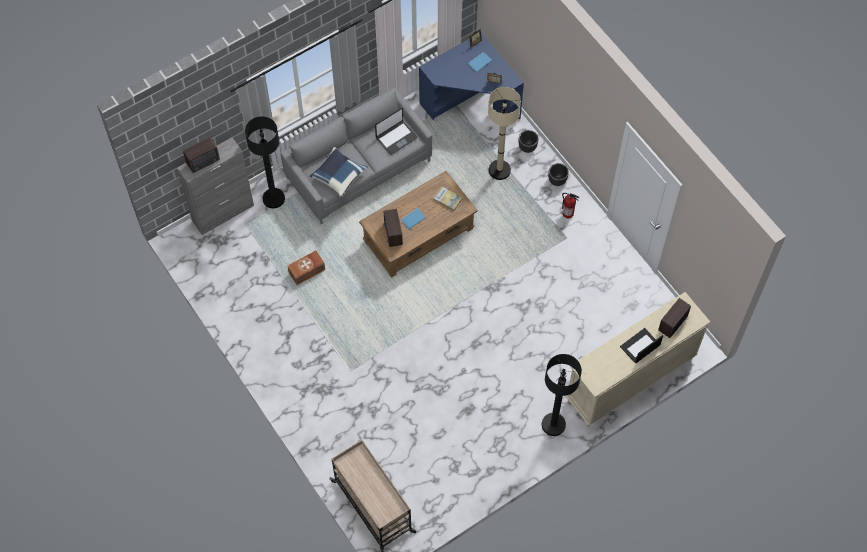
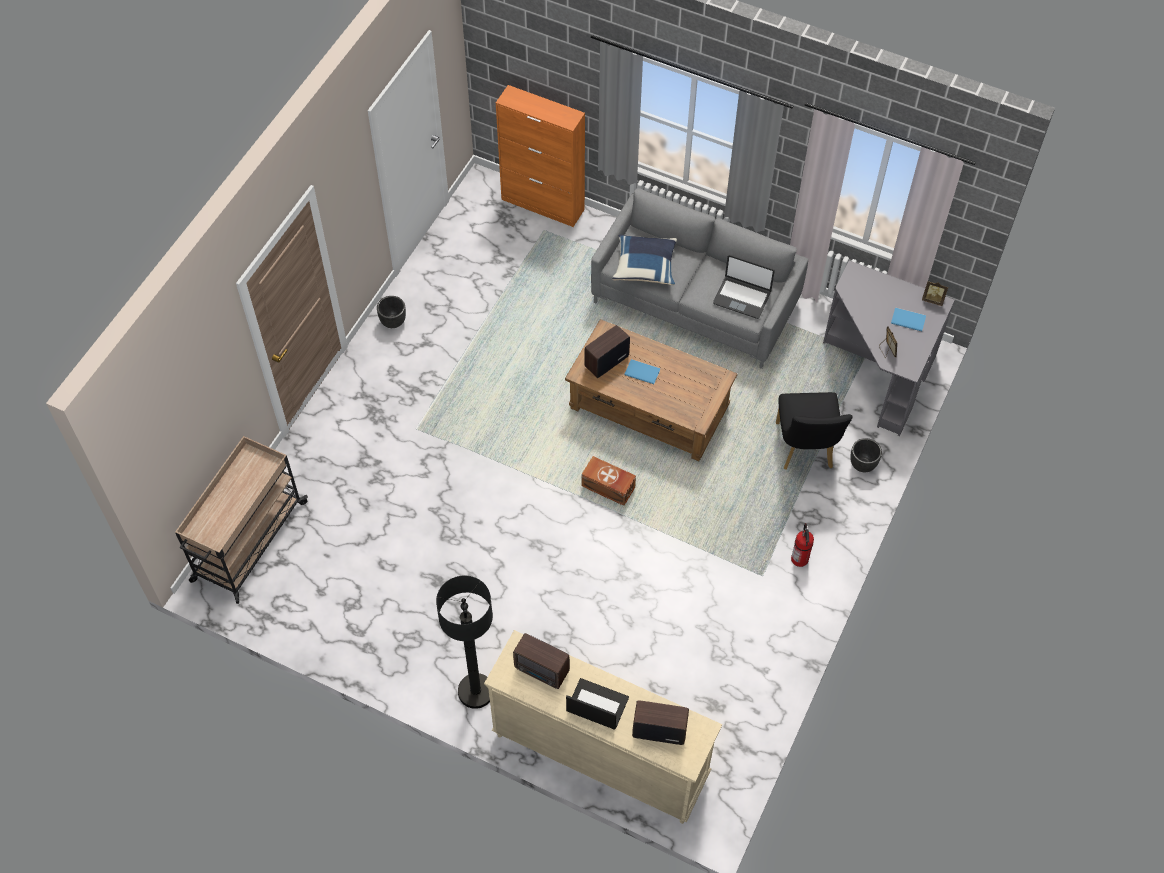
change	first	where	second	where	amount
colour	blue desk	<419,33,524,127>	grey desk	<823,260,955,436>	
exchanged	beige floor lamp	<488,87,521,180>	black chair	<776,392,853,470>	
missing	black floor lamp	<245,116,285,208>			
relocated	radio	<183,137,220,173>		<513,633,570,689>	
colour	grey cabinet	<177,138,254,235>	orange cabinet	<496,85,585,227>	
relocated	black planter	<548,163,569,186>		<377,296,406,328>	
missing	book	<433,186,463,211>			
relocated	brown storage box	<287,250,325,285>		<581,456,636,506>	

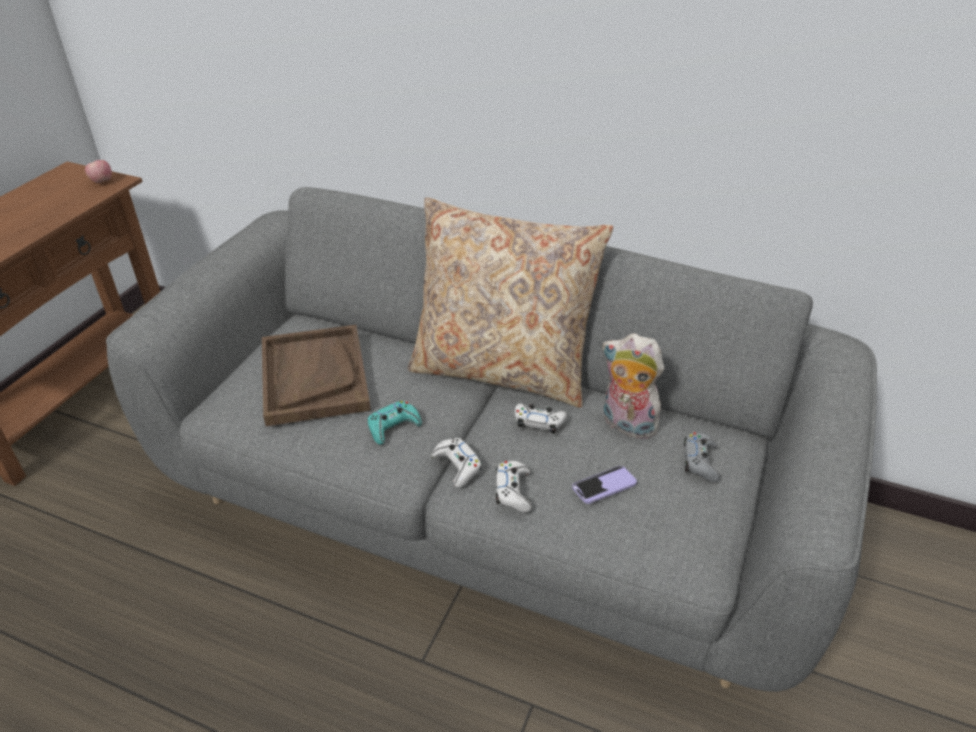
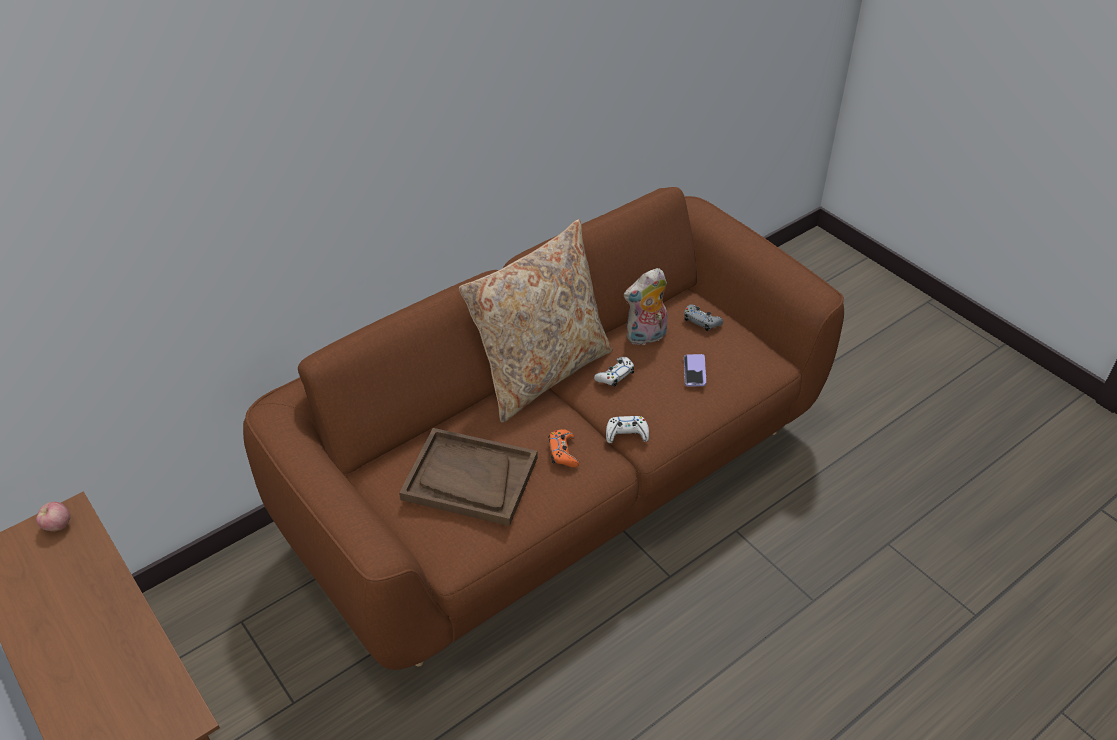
change	first	where	second	where	amount
colour	grey sofa	<106,187,877,692>	brown sofa	<243,187,844,670>	
colour	turquoise game controller	<368,401,422,445>	orange game controller	<549,429,579,467>	
missing	white game controller	<496,461,532,512>			

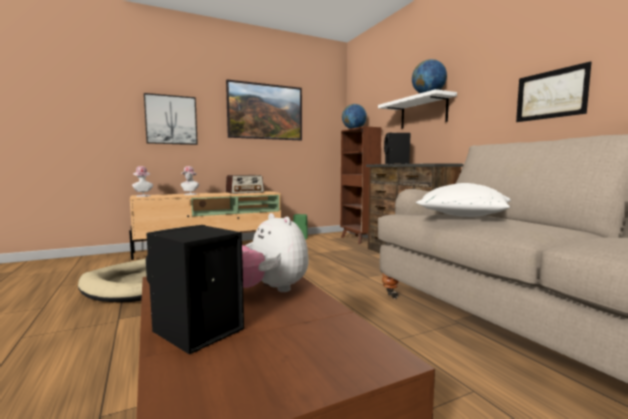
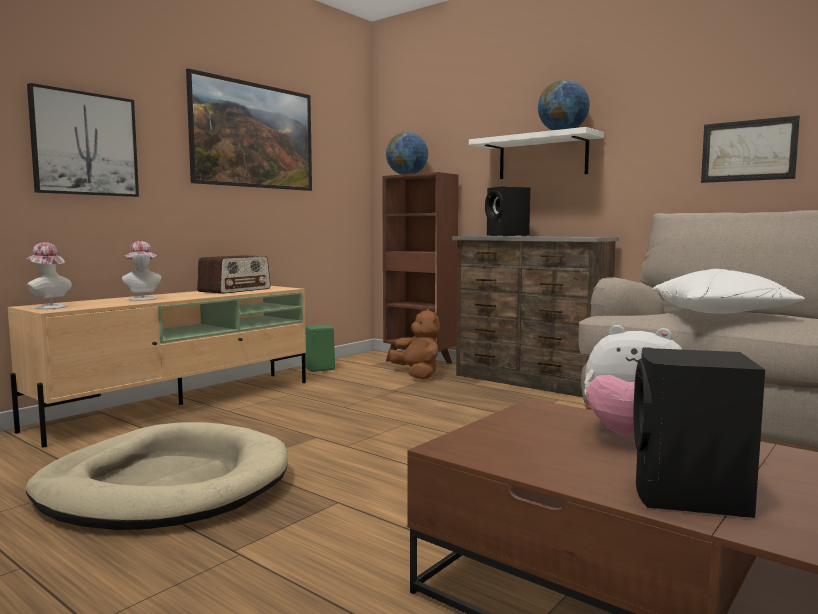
change	first	where	second	where	amount
appeared			brown plush toy	<388,309,440,379>	

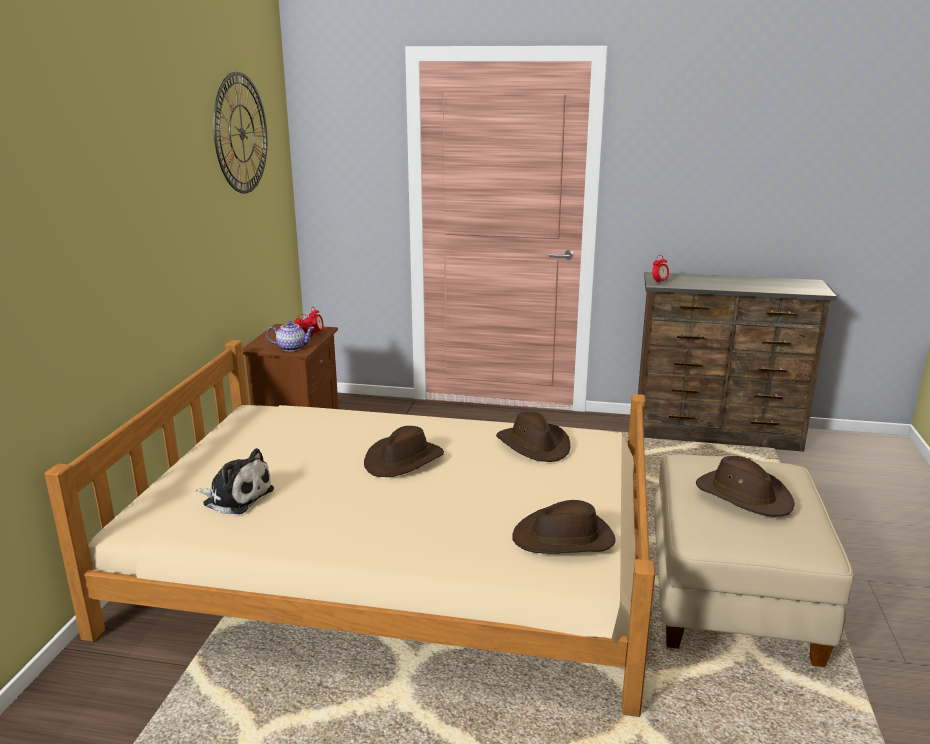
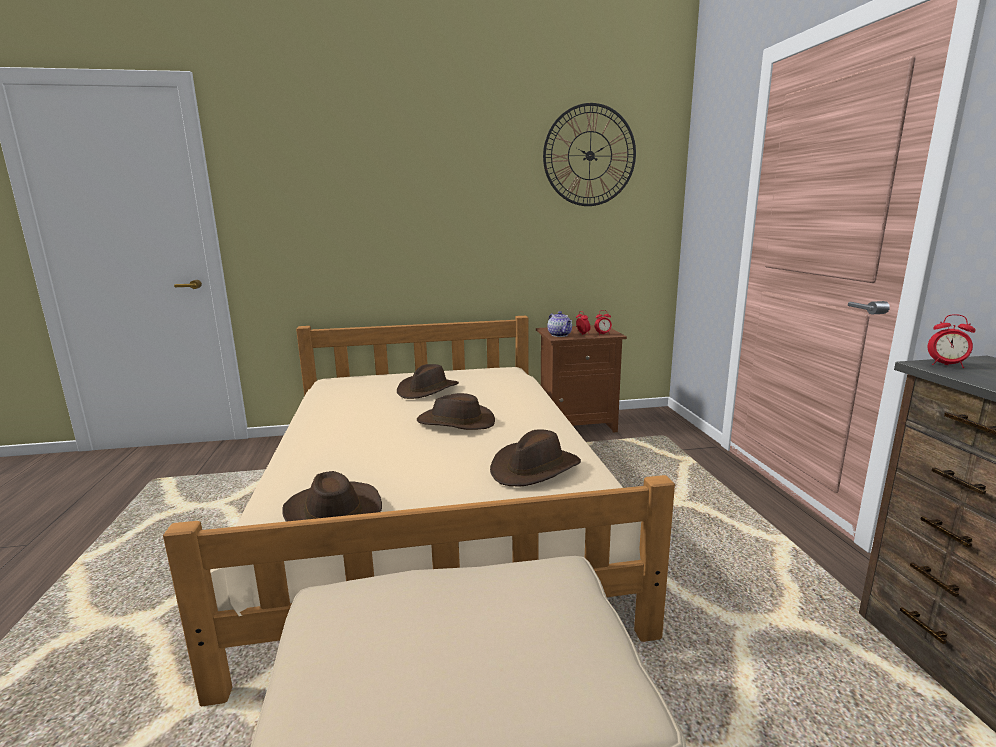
change	first	where	second	where	amount
missing	plush toy	<195,448,274,514>			
relocated	brown hat	<696,456,795,517>		<397,364,459,399>	

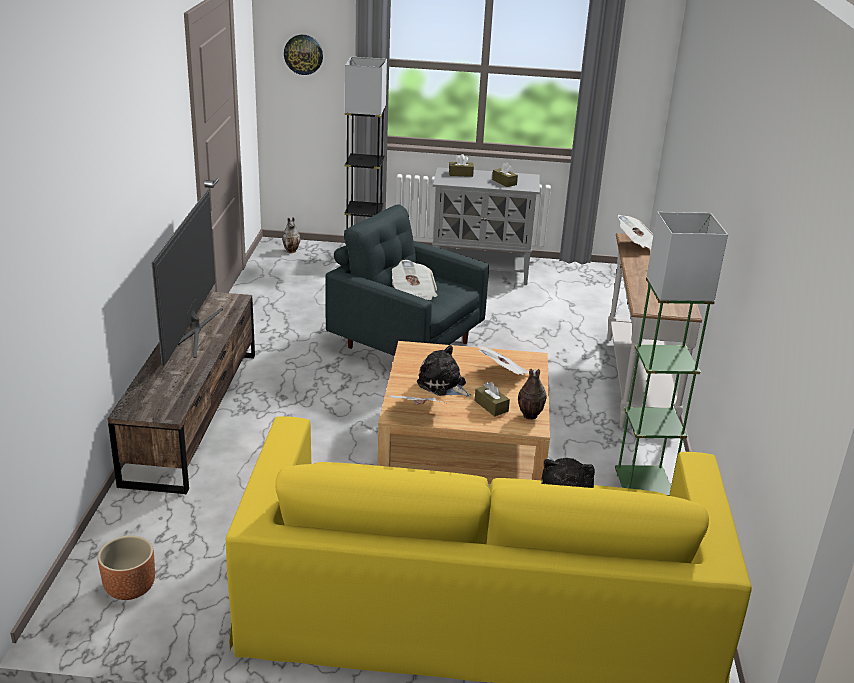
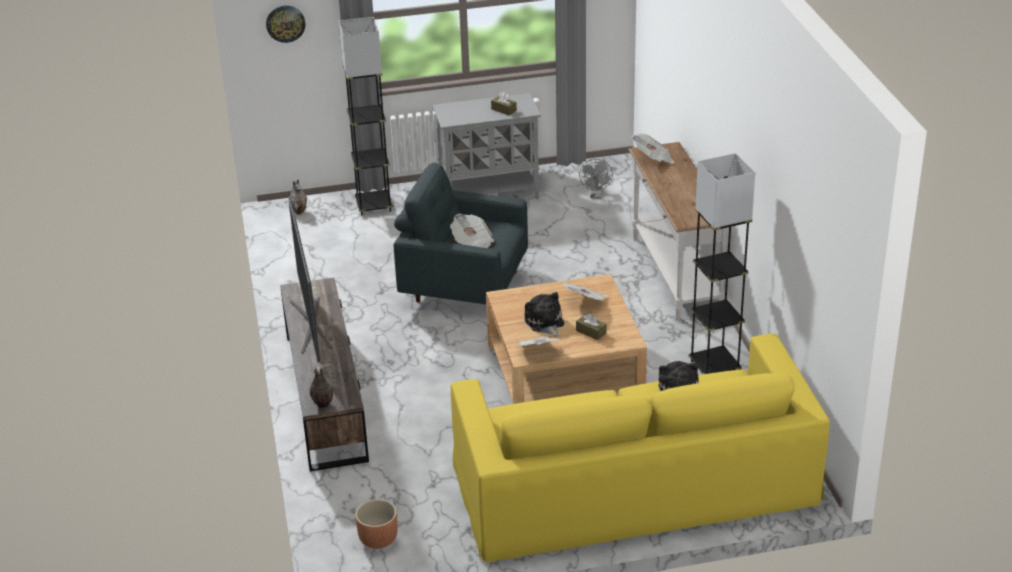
change	first	where	second	where	amount
missing	brown tissue box	<449,154,474,177>			
colour	green floor lamp	<615,212,728,496>	grey floor lamp	<688,153,755,374>	
spun	plush toy	<417,345,471,396>		<524,292,564,337>	45 degrees clockwise
relocated	vase	<518,369,547,420>		<310,367,334,409>	
appeared			grey fan	<579,159,613,198>	

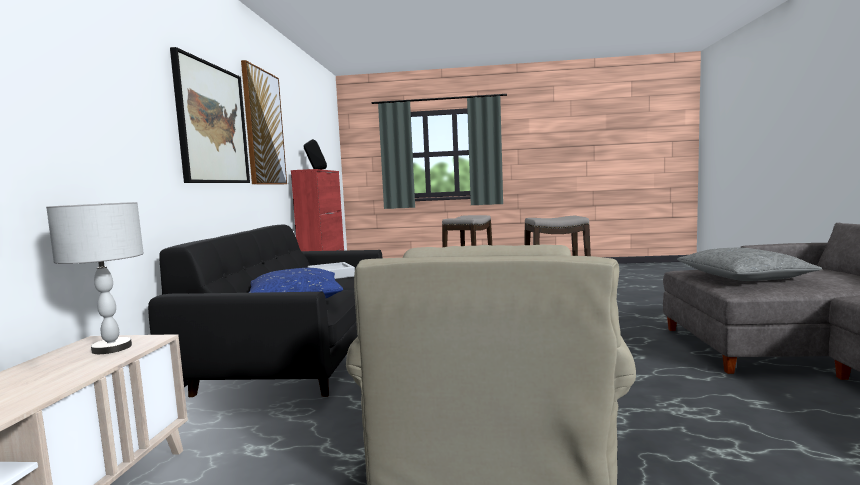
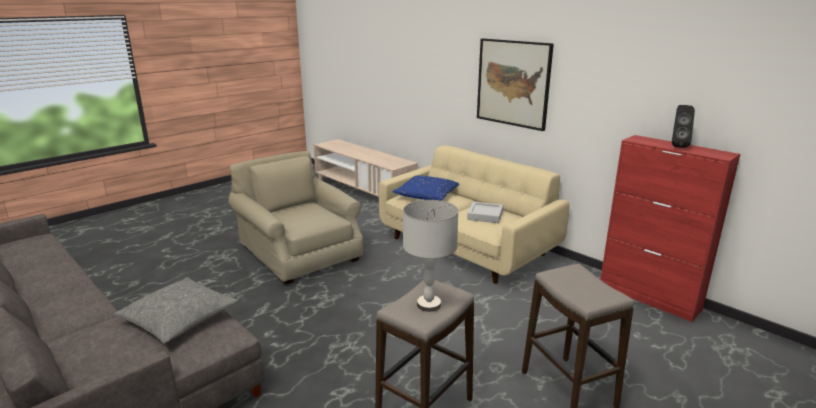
change	first	where	second	where	amount
missing	picture	<241,60,287,185>			
relocated	grey table lamp	<46,202,144,354>		<403,200,458,312>	
colour	black sofa	<148,225,382,397>	beige sofa	<379,145,570,284>	

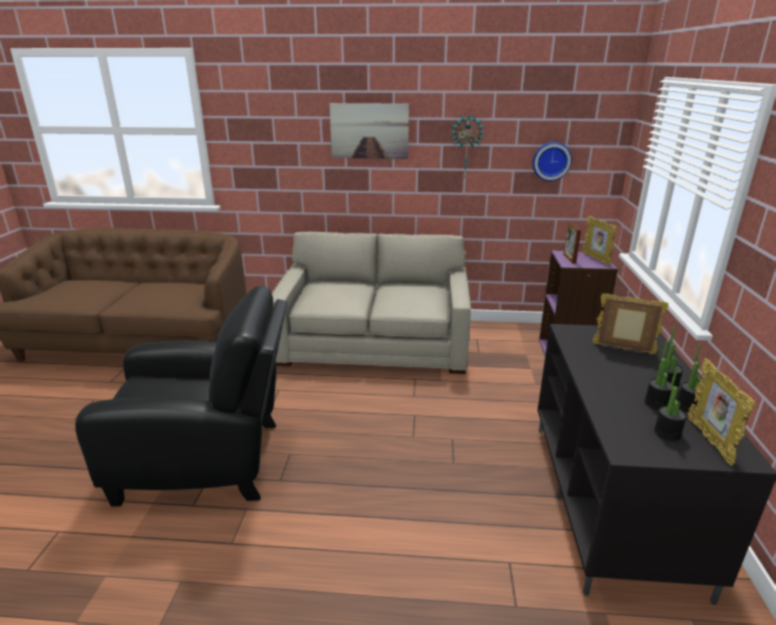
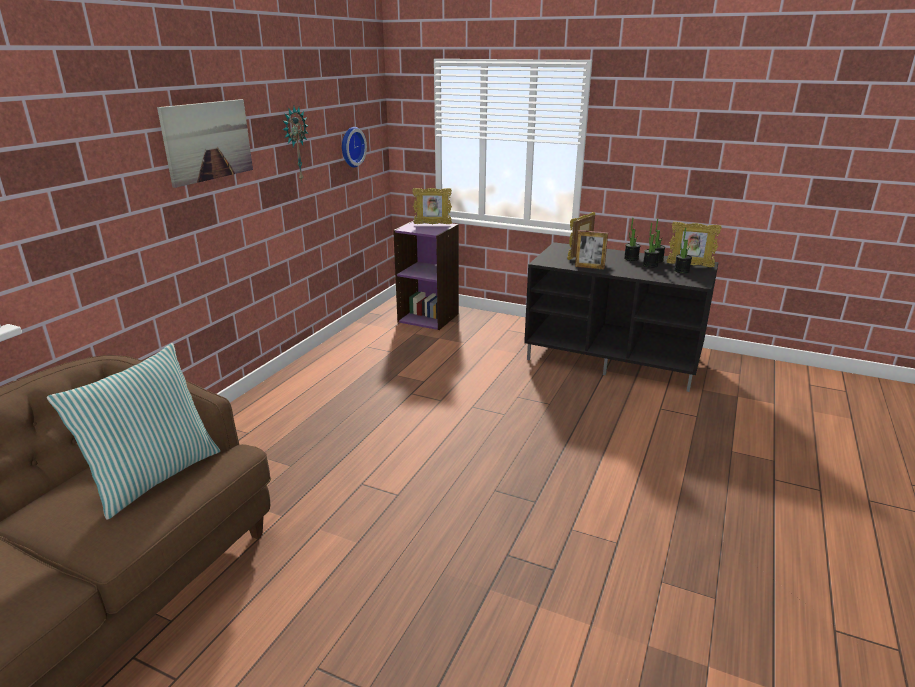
change	first	where	second	where	amount
relocated	picture frame	<563,223,581,264>		<575,230,608,270>	
missing	beige sofa	<272,232,471,374>			
missing	black armchair	<75,286,287,507>			
appeared			pillow	<47,343,220,520>	

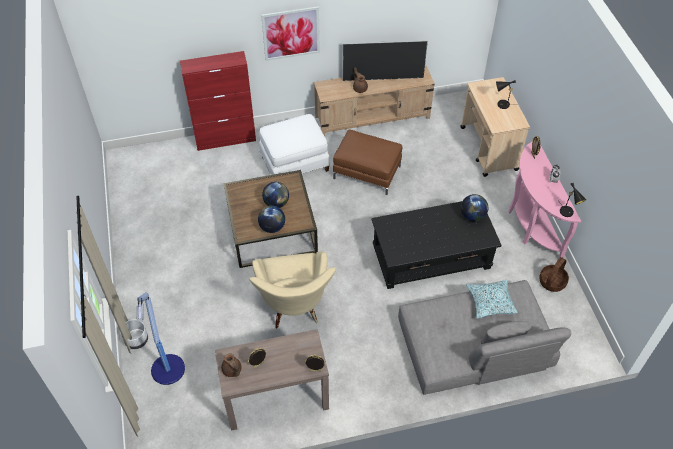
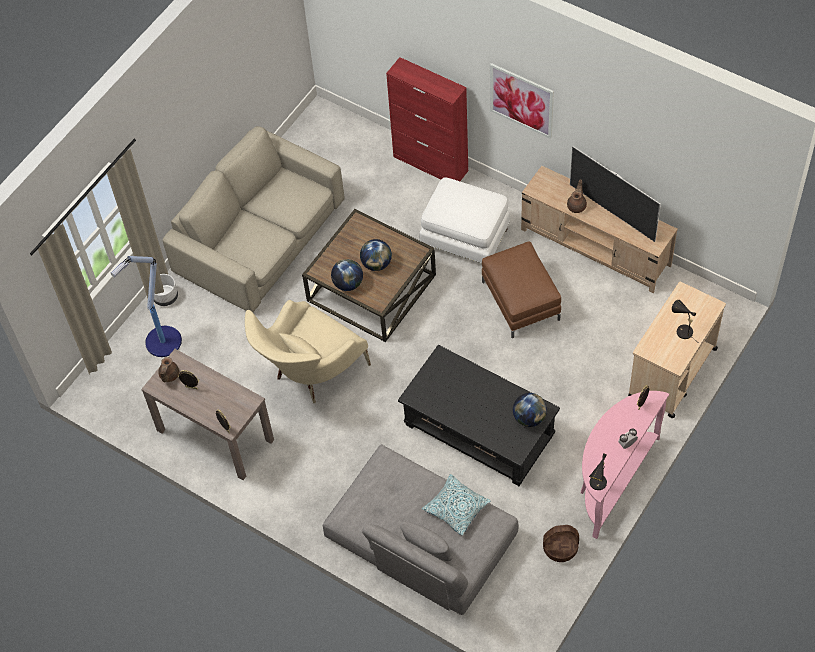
change	first	where	second	where	amount
appeared			beige sofa	<162,126,345,312>	

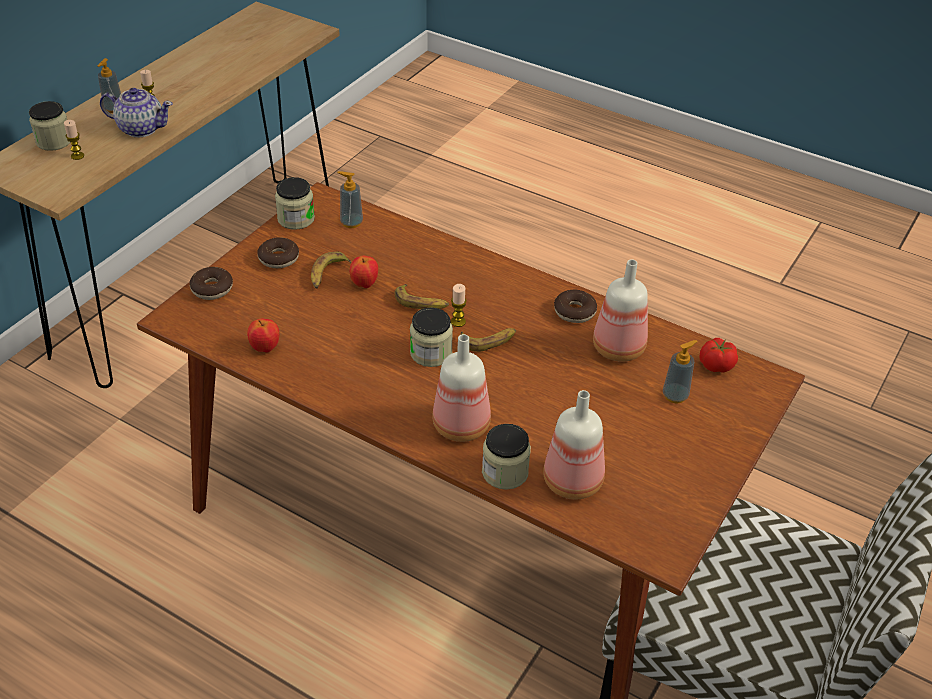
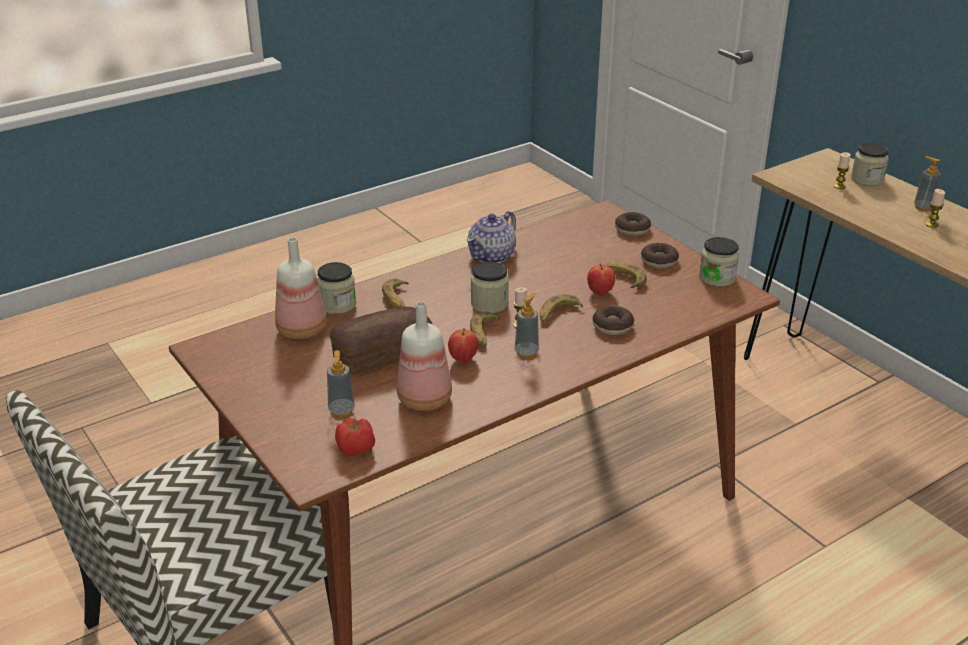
change	first	where	second	where	amount
relocated	teapot	<100,88,173,137>		<467,211,516,263>	
relocated	soap dispenser	<337,171,363,228>		<515,293,539,358>	
relocated	donut	<554,290,597,323>		<593,305,634,335>	
relocated	apple	<247,319,279,352>		<448,328,478,363>	
exchanged	bottle	<432,334,491,442>	banana	<382,279,409,308>	
appeared			bread	<330,307,432,374>	

